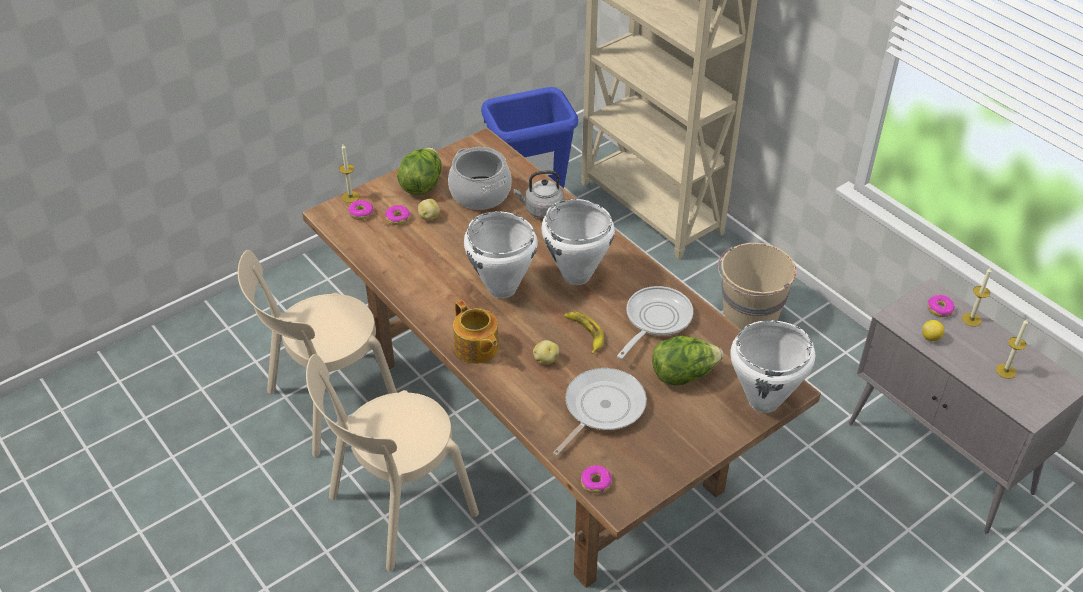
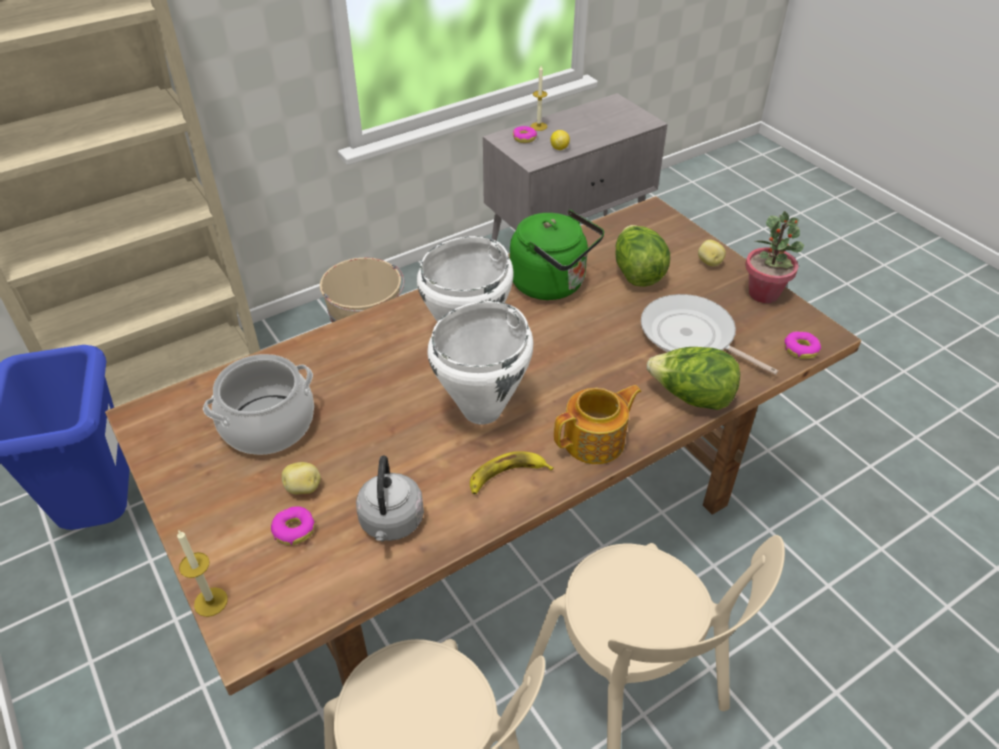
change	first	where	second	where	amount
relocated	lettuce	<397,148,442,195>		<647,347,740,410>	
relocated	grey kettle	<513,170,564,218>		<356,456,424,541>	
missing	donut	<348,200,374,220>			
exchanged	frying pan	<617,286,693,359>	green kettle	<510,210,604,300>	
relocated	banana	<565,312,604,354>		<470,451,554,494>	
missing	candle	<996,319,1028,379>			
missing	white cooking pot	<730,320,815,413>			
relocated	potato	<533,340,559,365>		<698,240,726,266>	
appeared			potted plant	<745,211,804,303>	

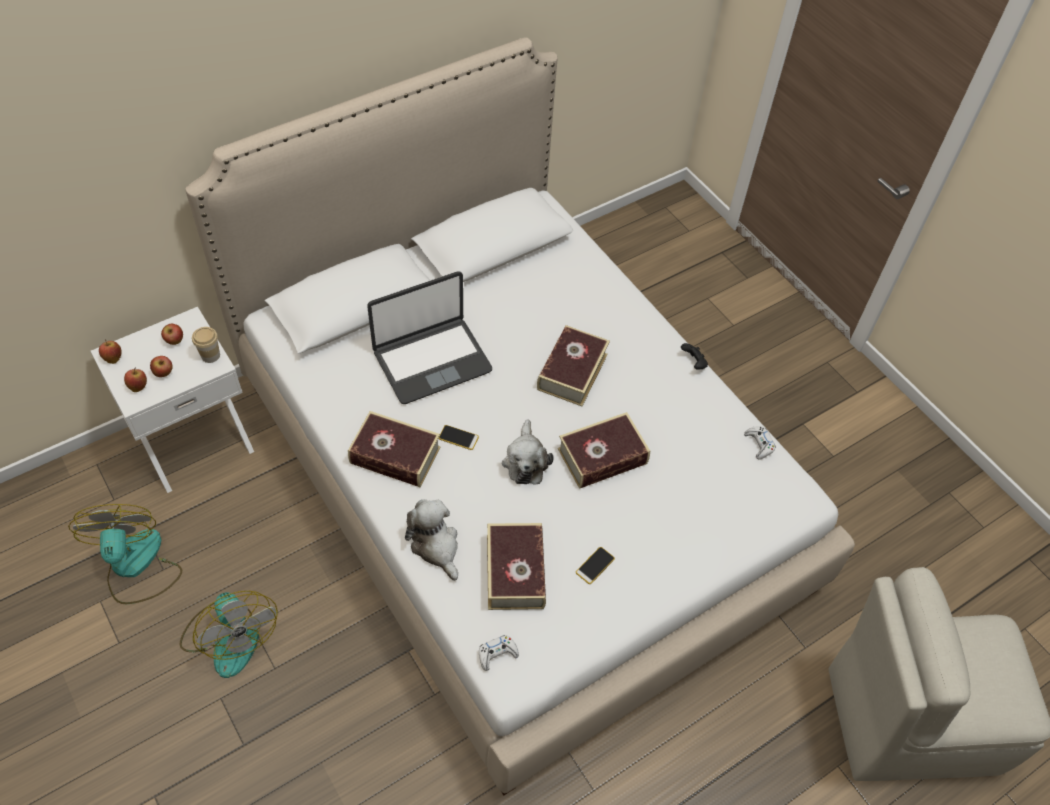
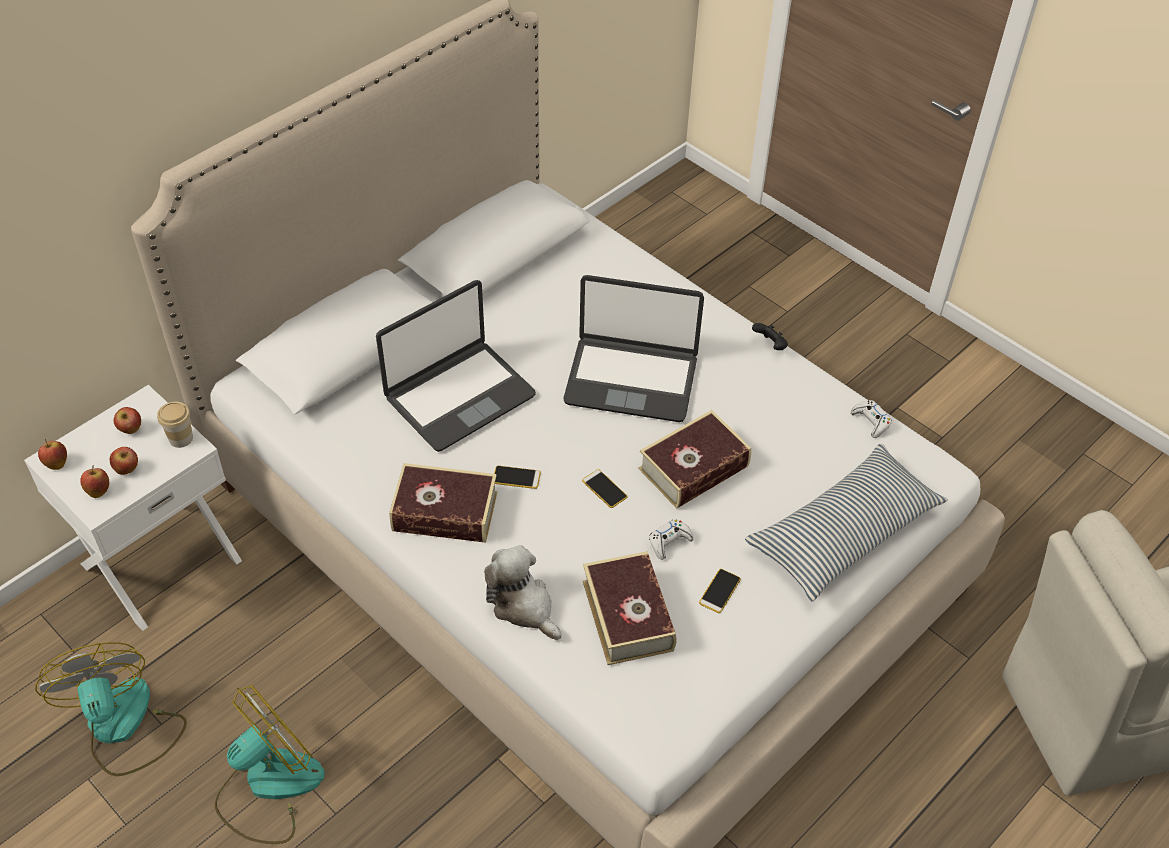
change	first	where	second	where	amount
exchanged	book	<537,325,610,406>	laptop	<563,275,704,422>	
exchanged	plush toy	<502,419,553,485>	phone	<582,469,627,508>	
spun	fan	<180,591,278,678>		<215,685,325,844>	90 degrees counterclockwise
relocated	white game controller	<479,635,519,671>		<649,519,694,560>	
appeared			pillow	<745,444,948,602>	

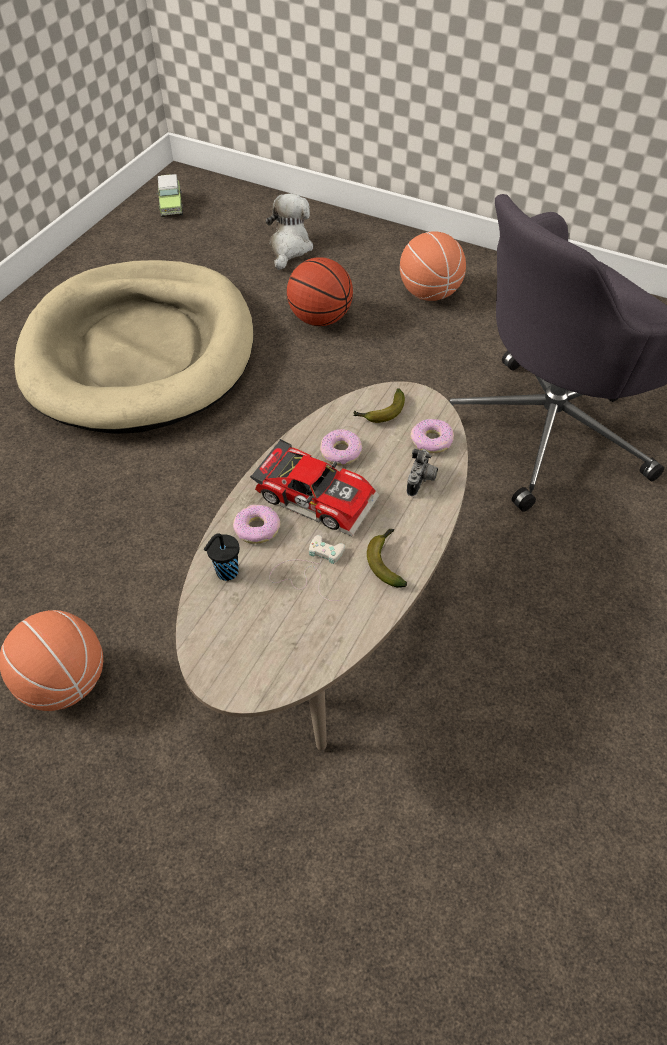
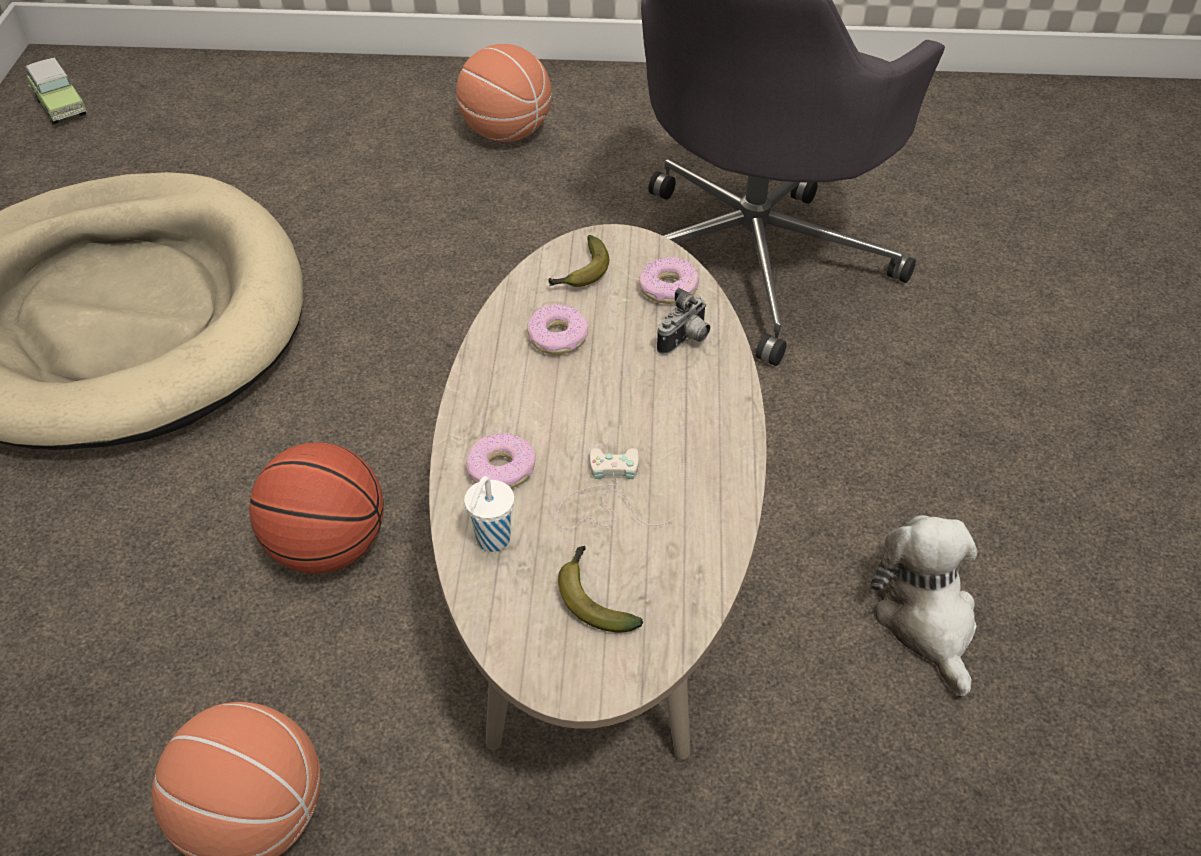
change	first	where	second	where	amount
relocated	plush toy	<266,193,313,270>		<871,515,977,696>	
relocated	basketball	<287,257,353,326>		<249,442,384,574>	
missing	toy car	<250,439,380,536>			
spun	photo camera	<407,449,438,496>		<657,288,710,354>	45 degrees clockwise
relocated	banana	<367,529,407,588>		<558,546,643,633>	
colour	black cup	<204,533,239,581>	white cup	<464,476,514,552>	

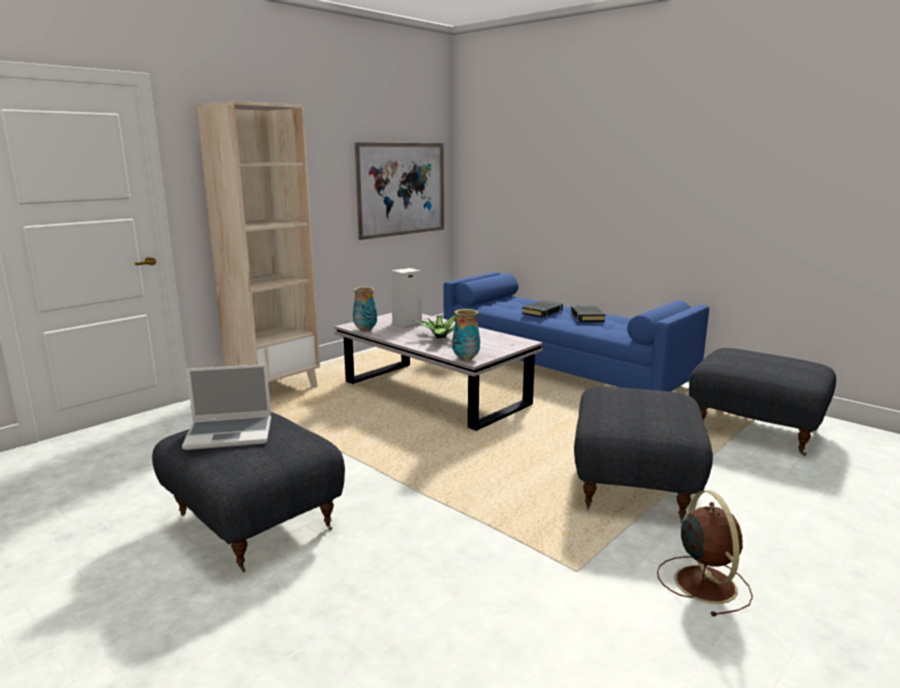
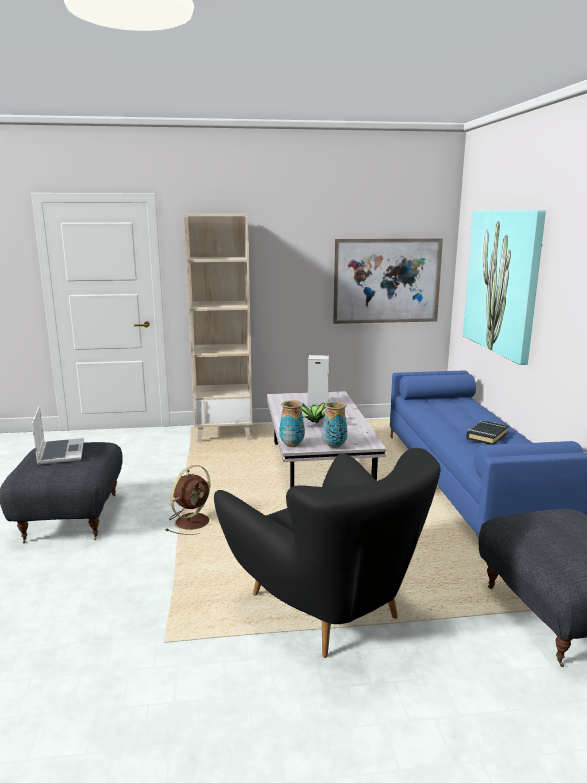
change	first	where	second	where	amount
relocated	vase	<353,287,377,331>		<322,401,347,448>	
missing	black book	<522,300,563,318>			
spun	laptop	<182,364,271,450>		<32,406,84,465>	135 degrees counterclockwise
exchanged	grey ottoman	<574,387,713,523>	black armchair	<214,448,440,658>	
relocated	brown fan	<657,490,753,616>		<166,465,210,535>	
appeared			picture	<463,210,546,365>	

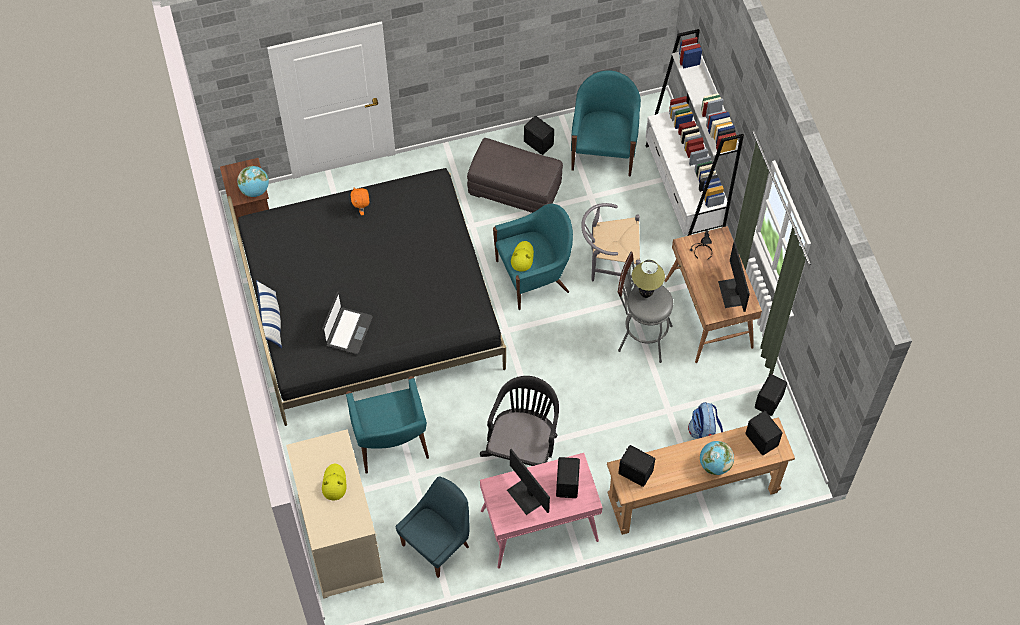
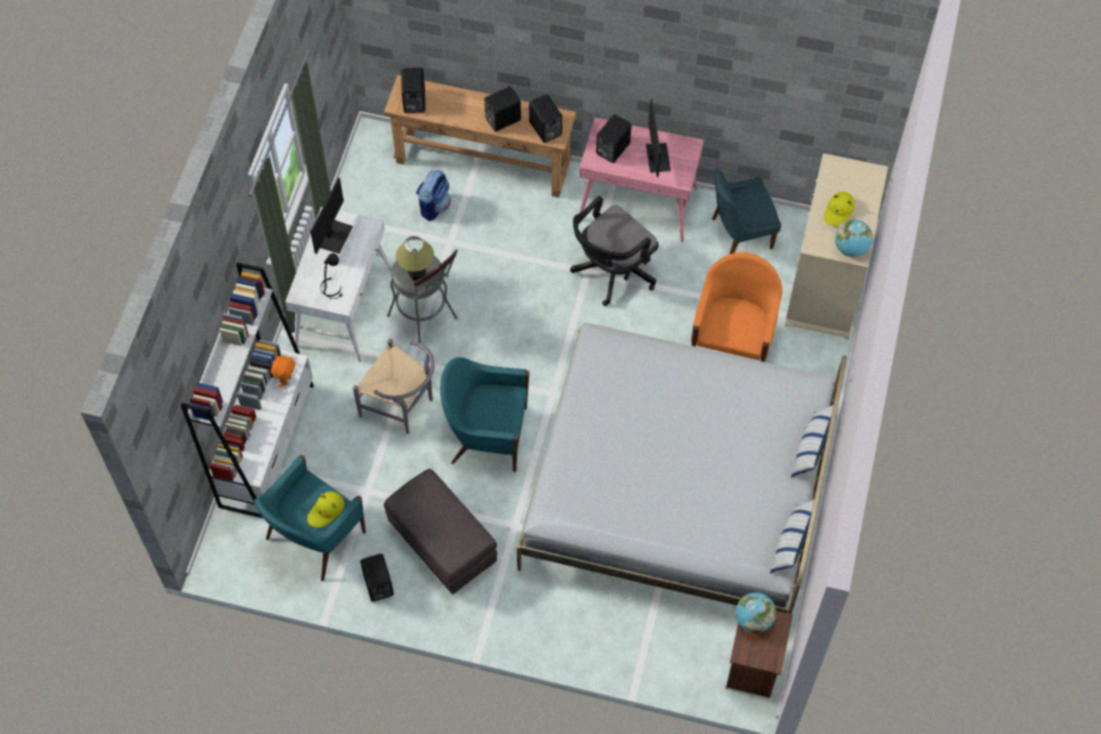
change	first	where	second	where	amount
colour	black bed	<227,168,506,426>	white bed	<516,323,847,614>	
relocated	orange plush toy	<351,188,369,215>		<271,356,295,387>	
colour	brown desk	<665,226,762,363>	white desk	<285,207,392,362>	
relocated	yellow hat	<511,241,534,272>		<307,491,344,528>	
missing	laptop	<322,291,373,354>			
relocated	black speaker	<755,374,787,416>		<484,86,521,132>	
colour	turquoise armchair	<346,376,429,474>	orange armchair	<691,252,782,362>	
relocated	globe	<700,441,734,475>		<835,219,873,257>	
appeared			pillow	<770,500,814,573>	

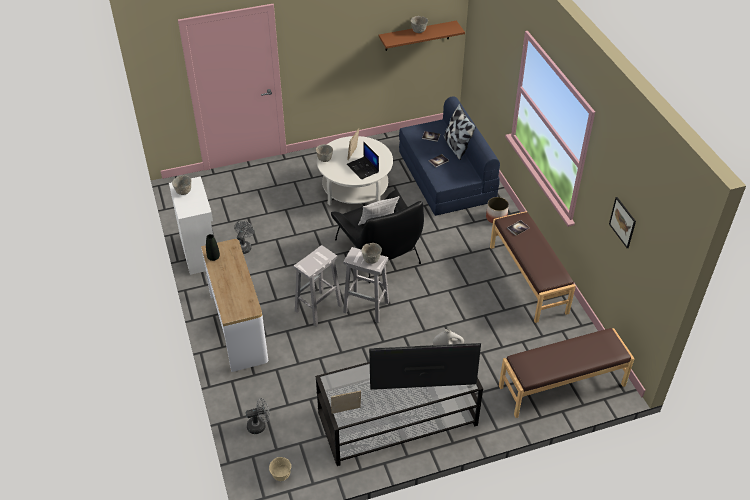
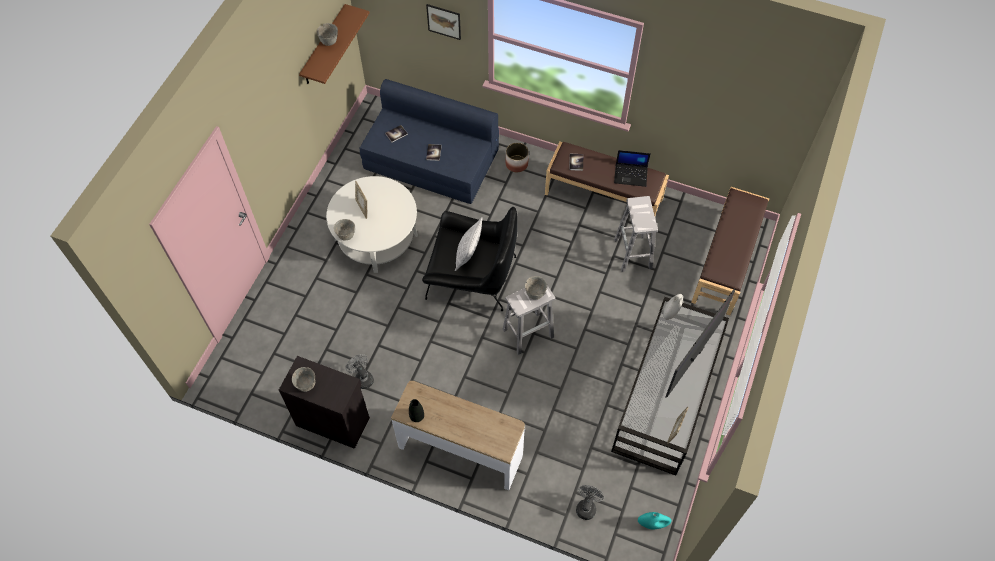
change	first	where	second	where	amount
missing	pillow	<443,103,476,160>			
relocated	laptop	<347,141,379,179>		<614,150,650,187>	
colour	white cabinet	<169,176,215,275>	black cabinet	<279,356,370,449>	
relocated	picture	<609,197,636,248>		<426,4,461,40>	
relocated	white stool	<294,245,343,327>		<614,196,658,272>	
exchanged	beige bowl	<269,457,291,481>	turquoise vase	<638,512,672,529>	

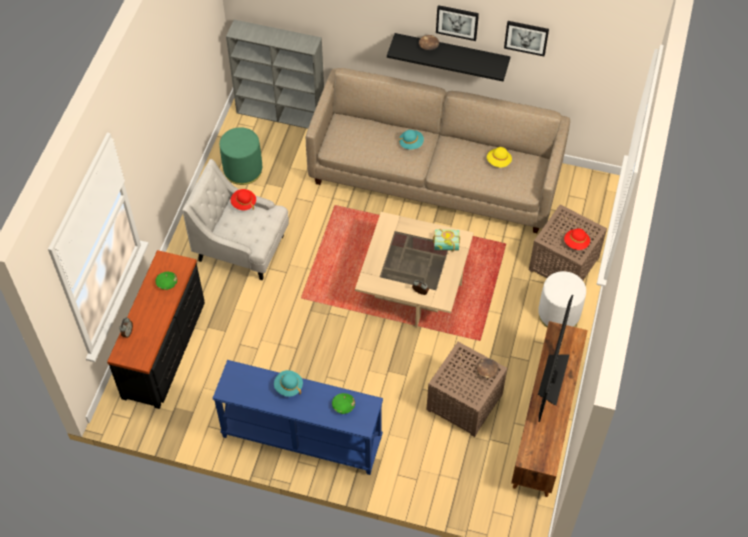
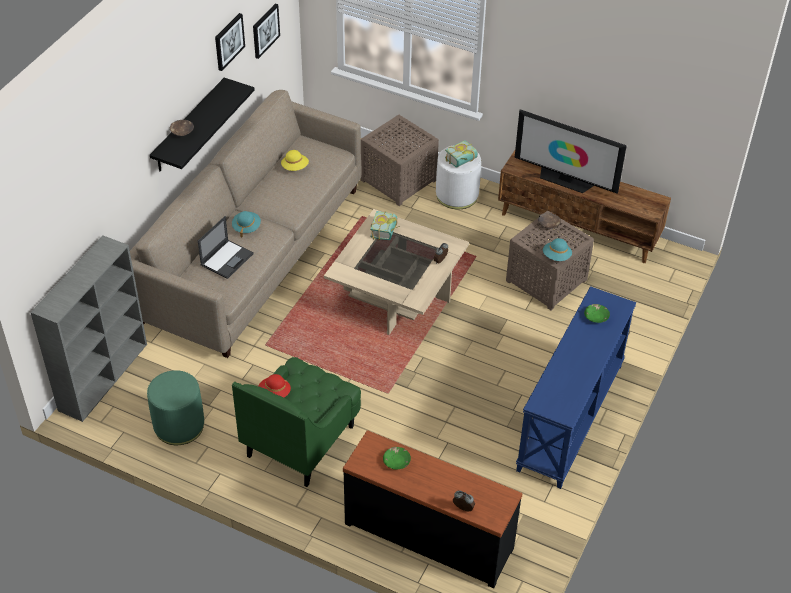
change	first	where	second	where	amount
relocated	picture	<436,5,479,41>		<253,3,280,59>	
colour	white armchair	<182,159,289,280>	green armchair	<232,357,361,487>	
missing	red hat	<564,228,590,250>			
relocated	turquoise hat	<274,370,303,397>		<543,238,572,261>	
appeared			book	<445,140,478,168>	
appeared			laptop	<198,216,254,279>	

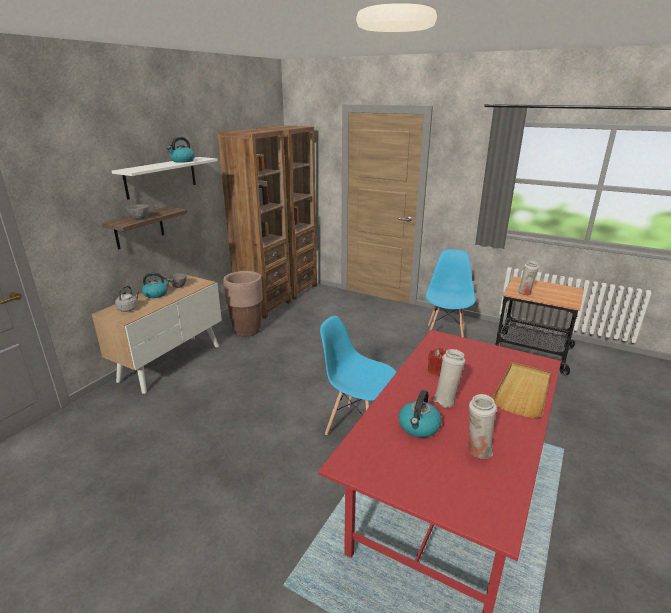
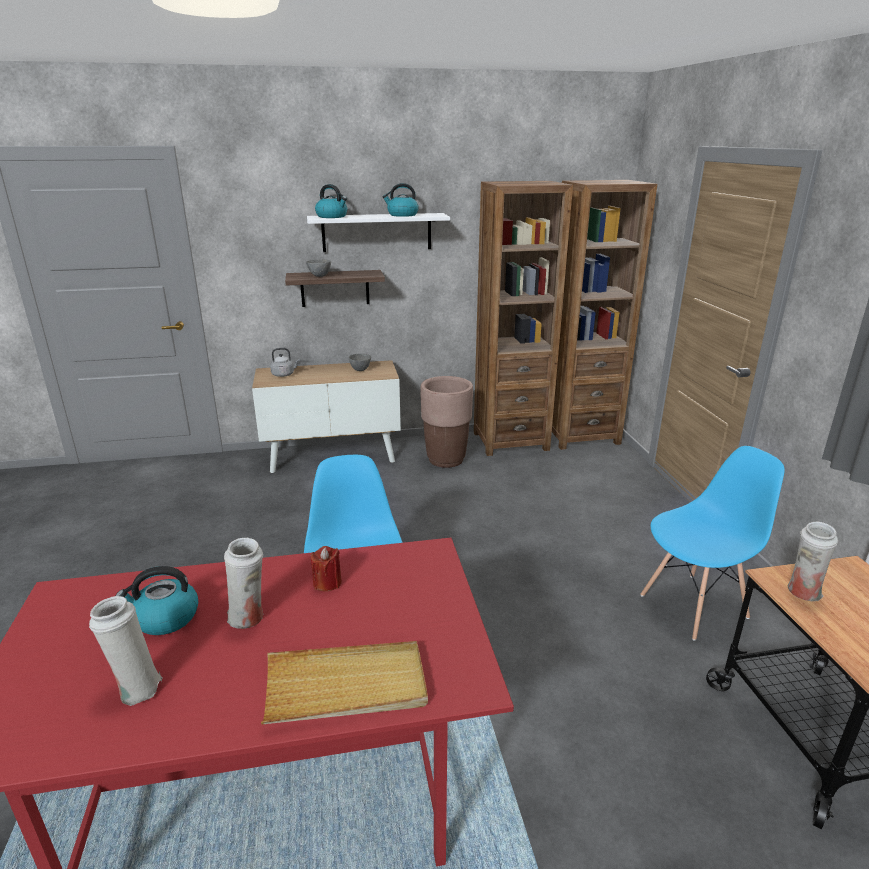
change	first	where	second	where	amount
relocated	kettle	<142,272,170,298>		<315,184,347,218>	

